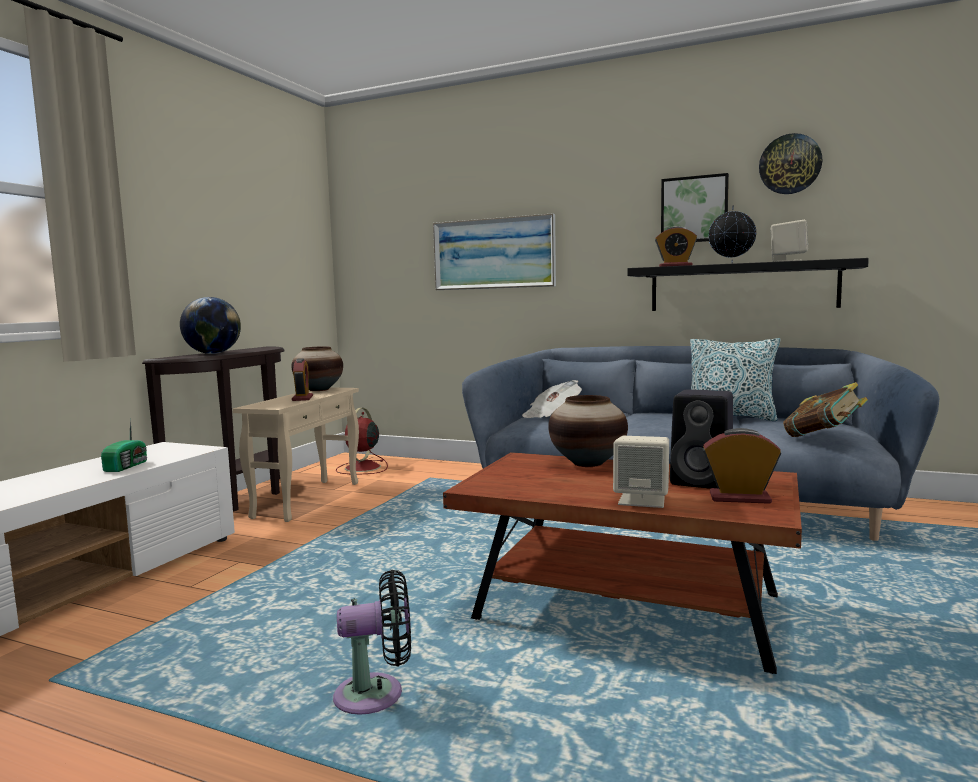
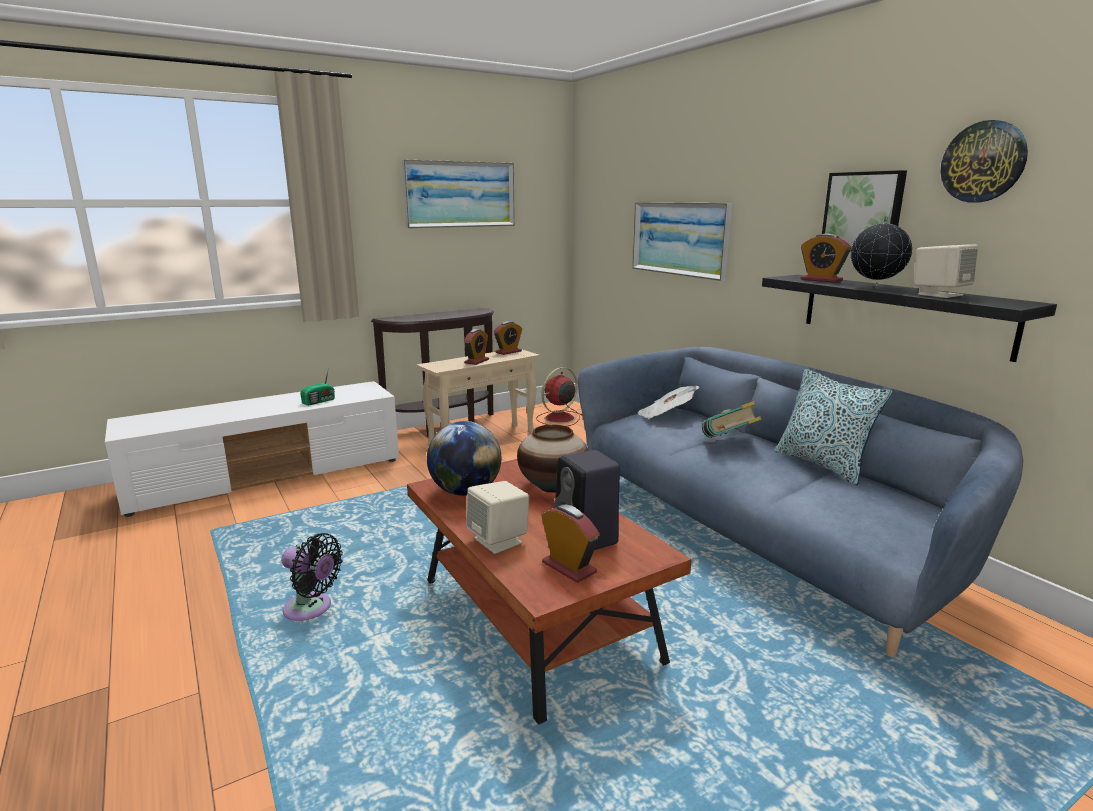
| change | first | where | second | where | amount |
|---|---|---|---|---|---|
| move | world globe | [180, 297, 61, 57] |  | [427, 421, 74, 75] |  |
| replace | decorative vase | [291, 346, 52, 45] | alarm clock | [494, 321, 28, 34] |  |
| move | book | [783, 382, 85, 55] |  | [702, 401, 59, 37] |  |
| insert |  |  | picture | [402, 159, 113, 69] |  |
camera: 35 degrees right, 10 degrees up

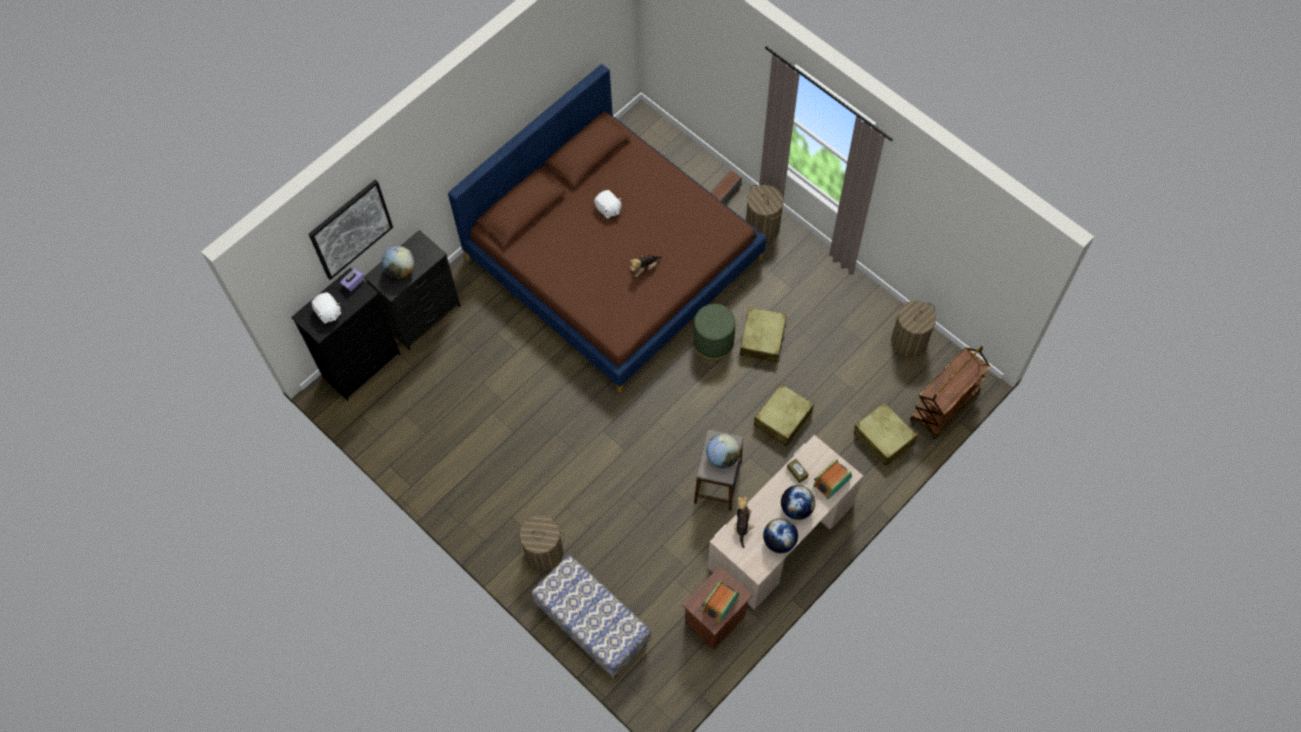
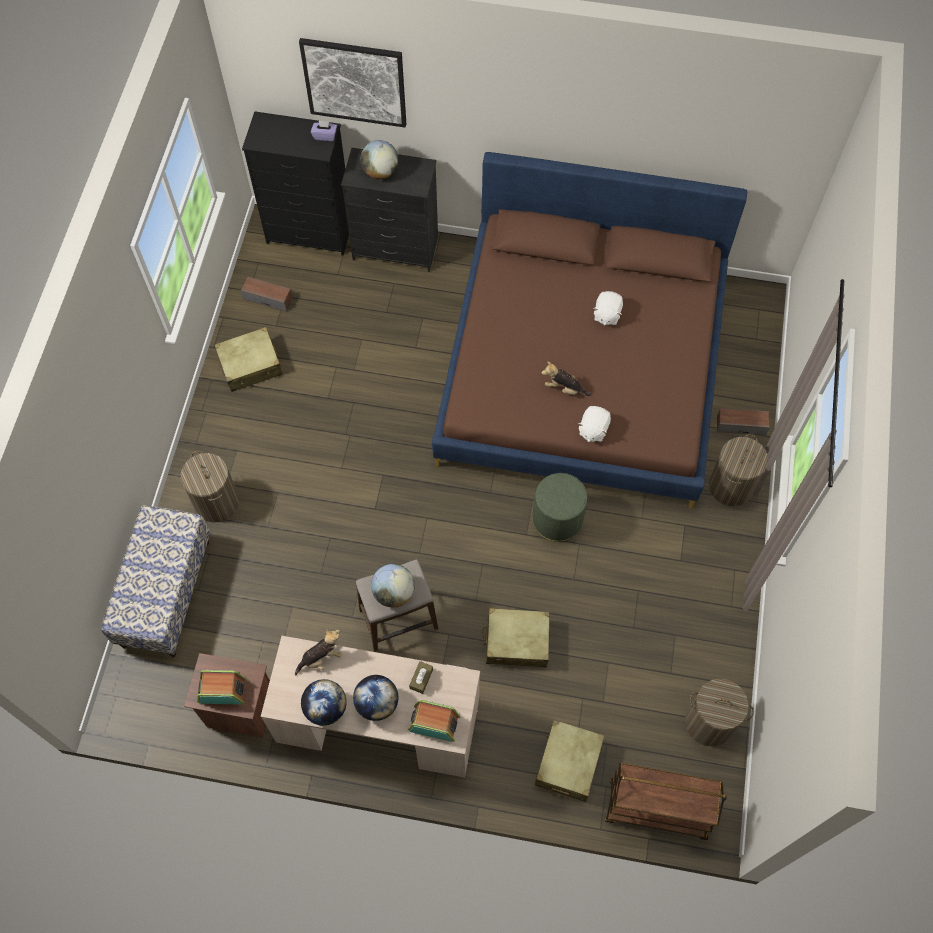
| change | first | where | second | where | amount |
|---|---|---|---|---|---|
| move | whitish cuddly toy | [311, 292, 30, 31] |  | [578, 406, 33, 36] |  |
| move | beige-coloured piece of luggage | [740, 307, 47, 55] |  | [214, 327, 69, 65] |  |
| insert |  |  | speaker | [241, 277, 51, 34] |  |
camera: 55 degrees right, 0 degrees up

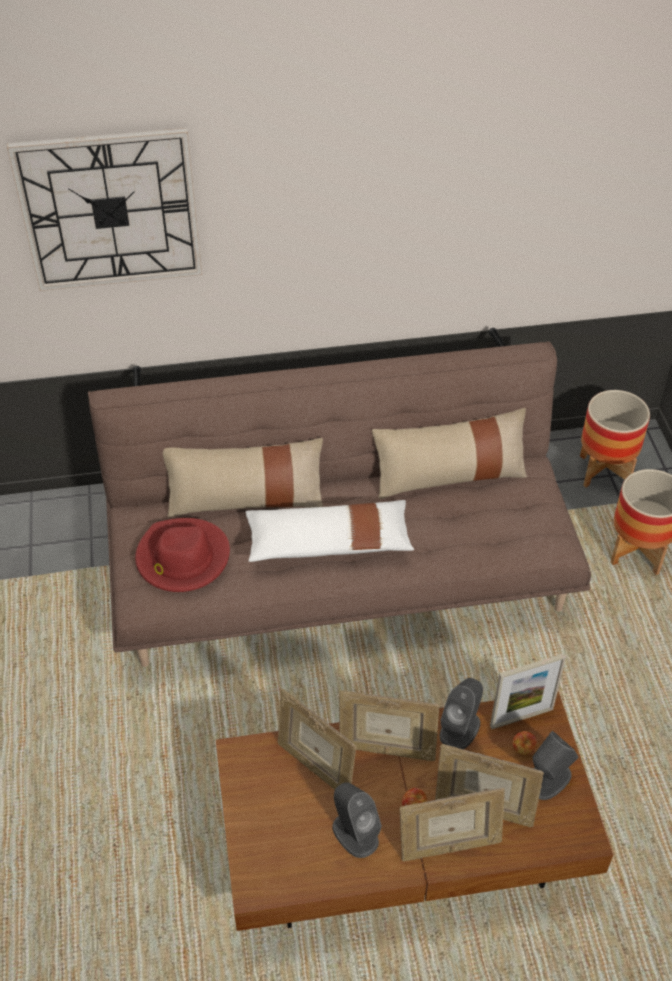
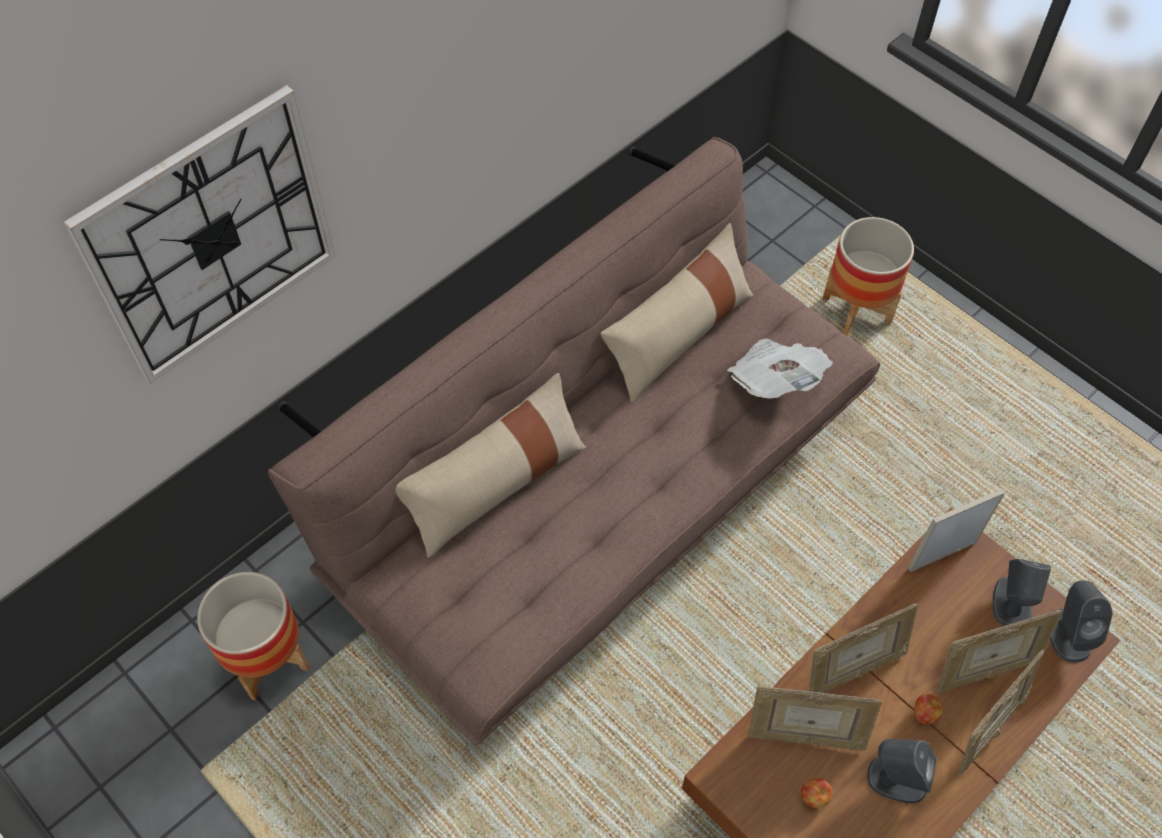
| change | first | where | second | where | amount |
|---|---|---|---|---|---|
| move | planter | [580, 390, 70, 98] |  | [197, 572, 113, 128] |  |
| delete | whitish pillow | [246, 500, 168, 62] |  |  |  |
| delete | reddish clothing hat | [135, 518, 95, 74] |  |  |  |
| rotate | standing frame | [490, 654, 76, 75] |  | [908, 488, 97, 84] | 150 degrees counterclockwise |
| move | greyish speaker | [440, 678, 43, 71] |  | [1050, 580, 63, 83] |  |
| move | apple | [513, 731, 24, 24] |  | [801, 778, 31, 30] |  |
| insert |  |  | daily paper | [727, 338, 106, 61] |  |
camera: 35 degrees left, 10 degrees up

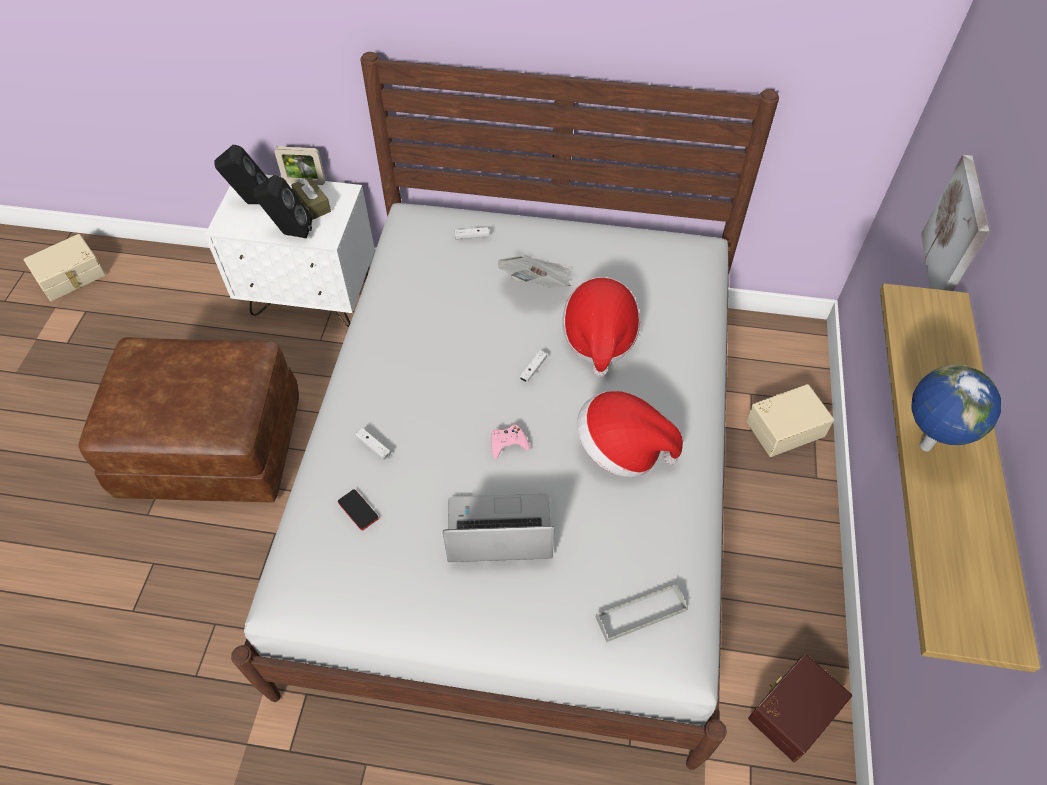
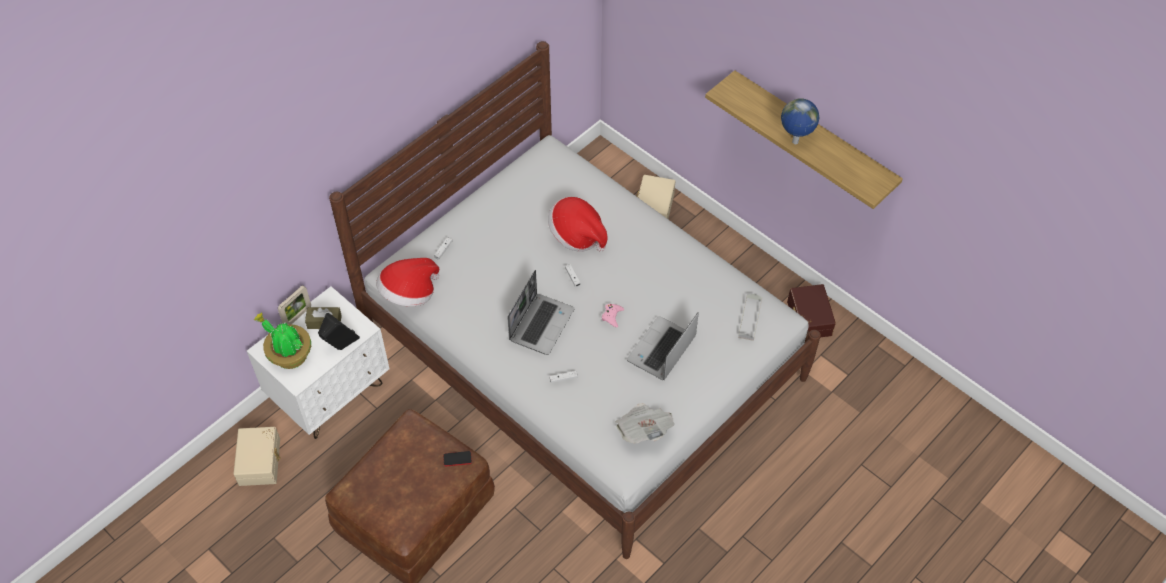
| change | first | where | second | where | amount |
|---|---|---|---|---|---|
| replace | black speaker | [214, 145, 54, 59] | houseplant | [254, 312, 57, 57] |  |
| delete | picture | [921, 155, 68, 136] |  |  |  |
| move | beige-coloured storage container | [23, 234, 83, 67] |  | [234, 427, 47, 59] |  |
| move | daily paper | [498, 255, 74, 33] |  | [615, 403, 60, 40] |  |
| move | clothing hat | [577, 391, 106, 86] |  | [376, 258, 63, 49] |  |
| move | handset | [338, 489, 41, 41] |  | [443, 451, 29, 15] |  |
| insert |  |  | portable computer | [507, 270, 67, 85] |  |
camera: 55 degrees left, 0 degrees up

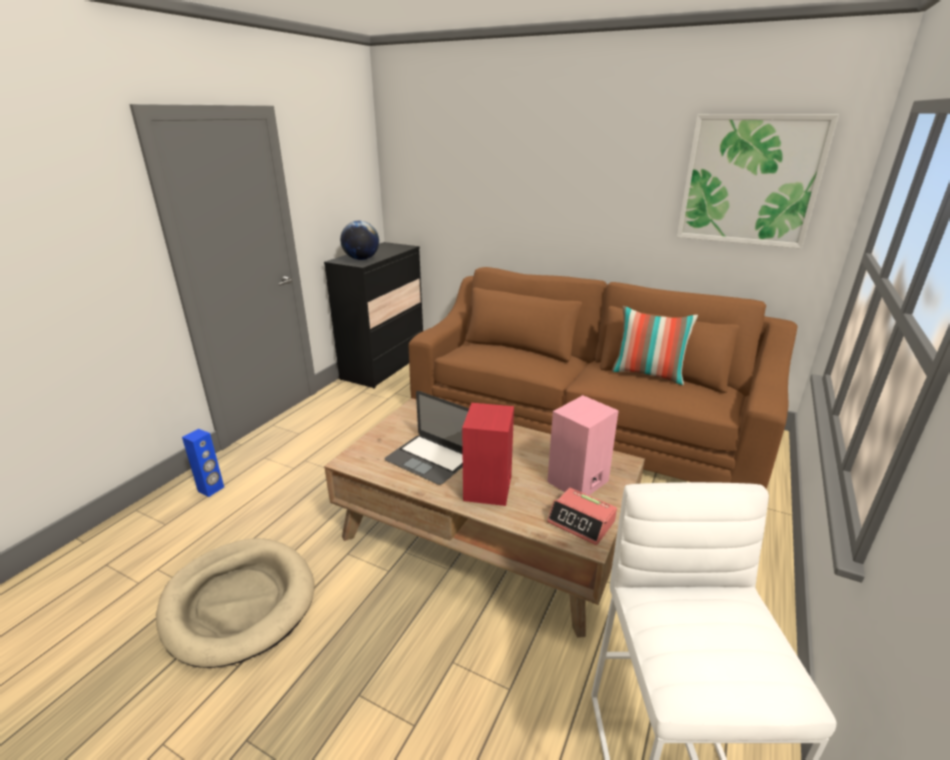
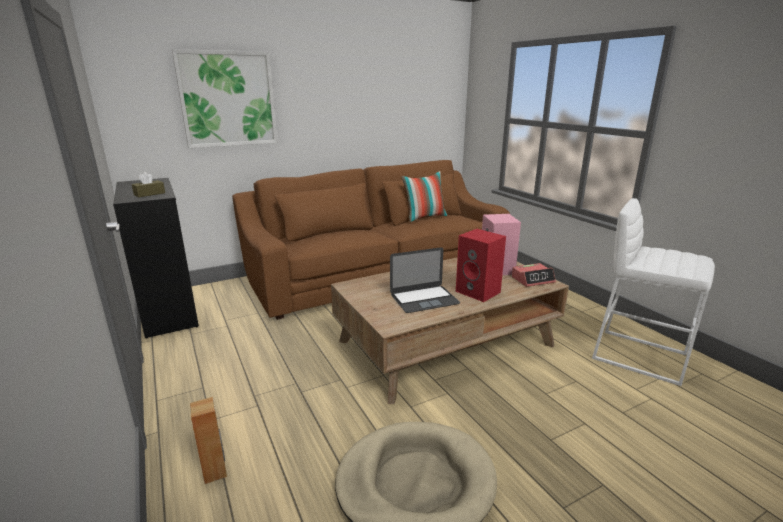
| change | first | where | second | where | amount |
|---|---|---|---|---|---|
| move | picture | [676, 114, 163, 135] |  | [172, 49, 106, 99] |  |
| replace | world globe | [340, 221, 39, 39] | brown box of tissues | [132, 172, 33, 25] |  |
| recolor | blue speaker | [182, 429, 42, 68] | brown speaker | [190, 397, 37, 87] |  |
camera: 55 degrees left, 5 degrees down

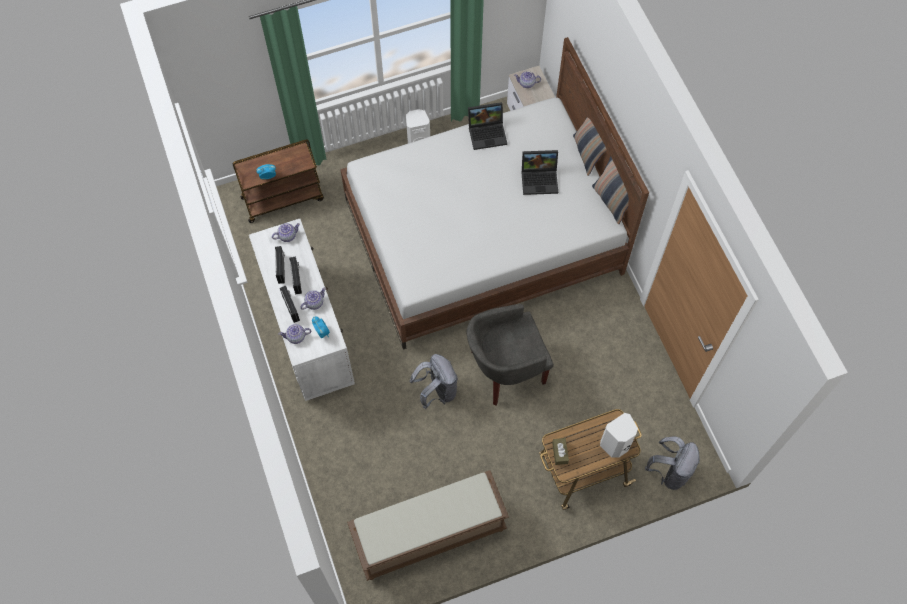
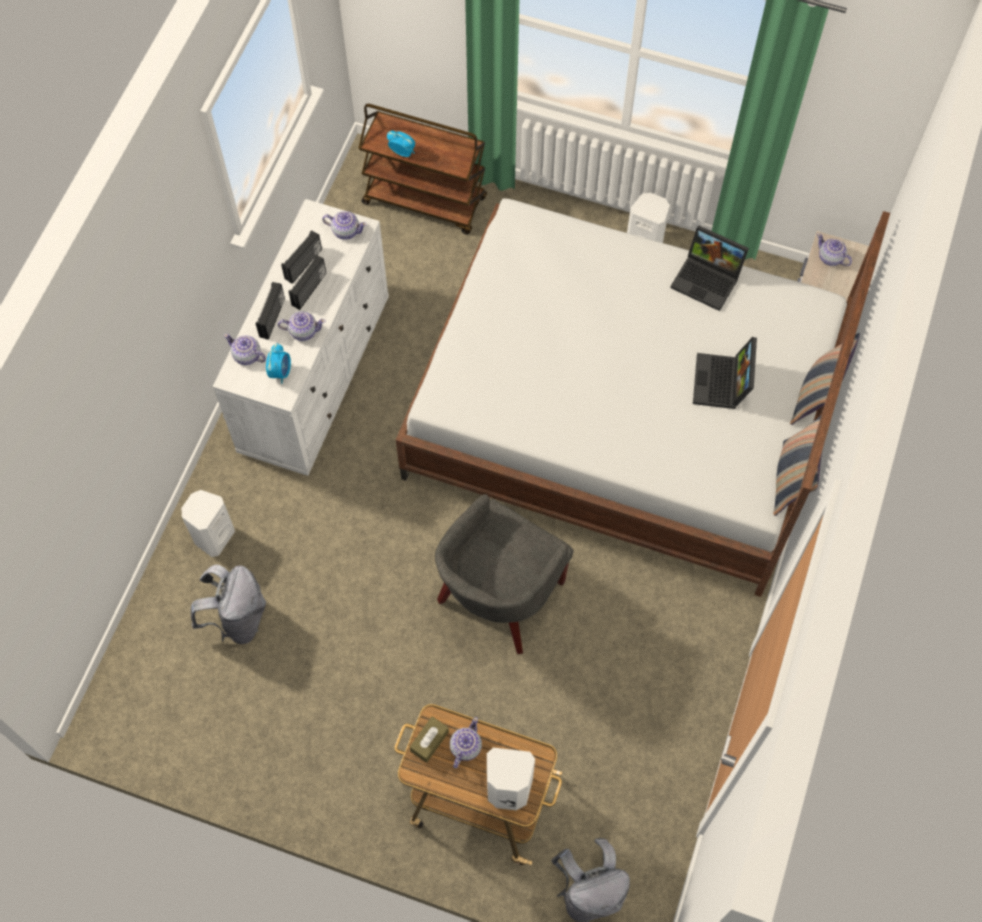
| change | first | where | second | where | amount |
|---|---|---|---|---|---|
| rotate | portable computer | [521, 150, 37, 45] |  | [693, 337, 64, 72] | 60 degrees clockwise |
| rotate | greyish armchair | [466, 304, 88, 102] |  | [435, 494, 138, 160] | 75 degrees counterclockwise |
| move | greyish rucksack | [410, 354, 48, 55] |  | [190, 565, 76, 79] |  |
| delete | brown bench | [347, 470, 162, 111] |  |  |  |
| insert |  |  | whitish speaker | [182, 490, 53, 67] |  |
| insert |  |  | teapot | [450, 717, 32, 51] |  |
camera: 40 degrees right, 0 degrees up

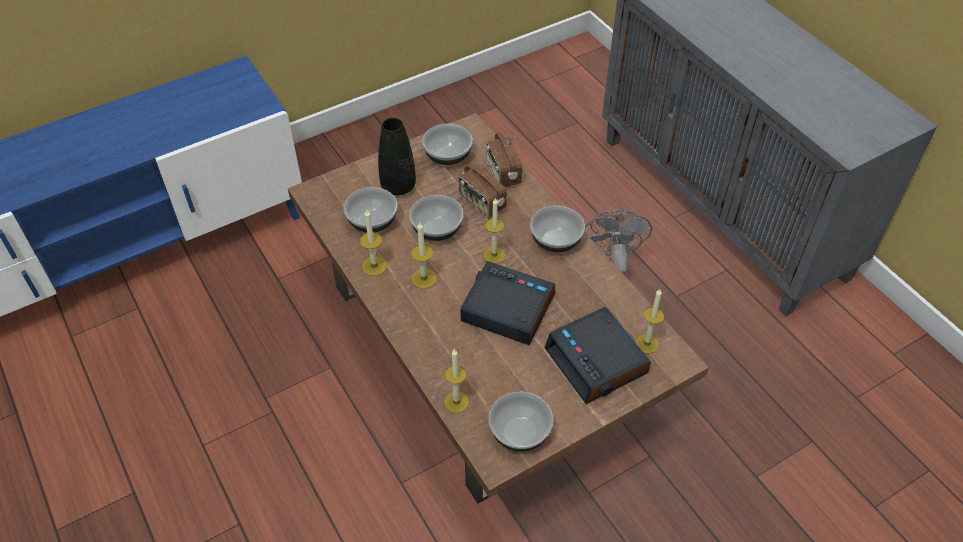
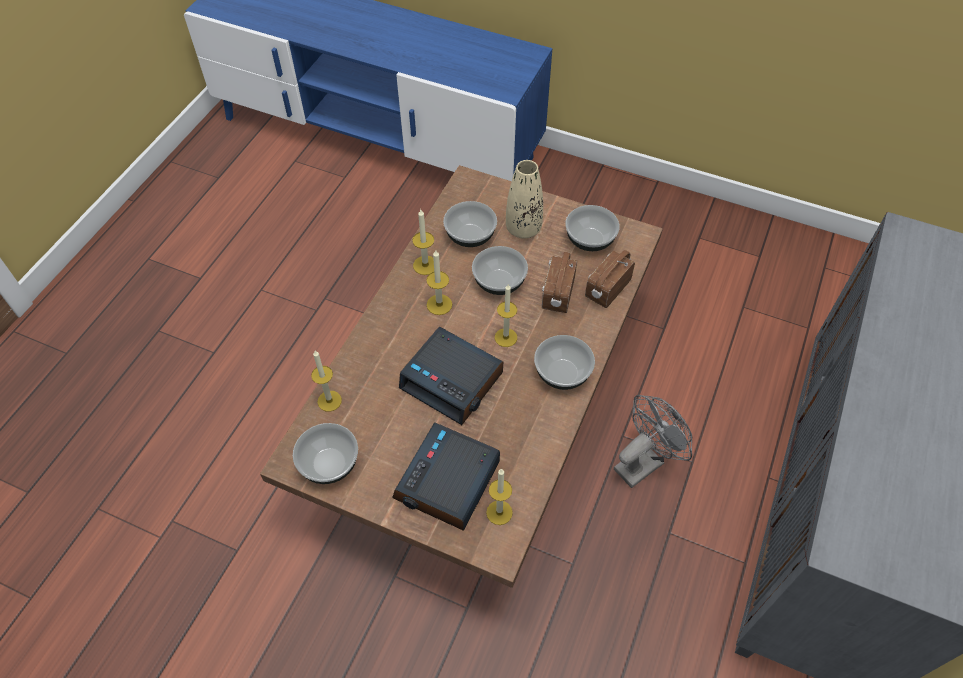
| change | first | where | second | where | amount |
|---|---|---|---|---|---|
| recolor | black decorative vase | [378, 118, 38, 77] | beige-coloured decorative vase | [506, 160, 37, 79] |  |
| rotate | alarm clock | [460, 261, 95, 84] |  | [399, 327, 104, 98] | 135 degrees clockwise |
camera: 55 degrees right, 5 degrees up

